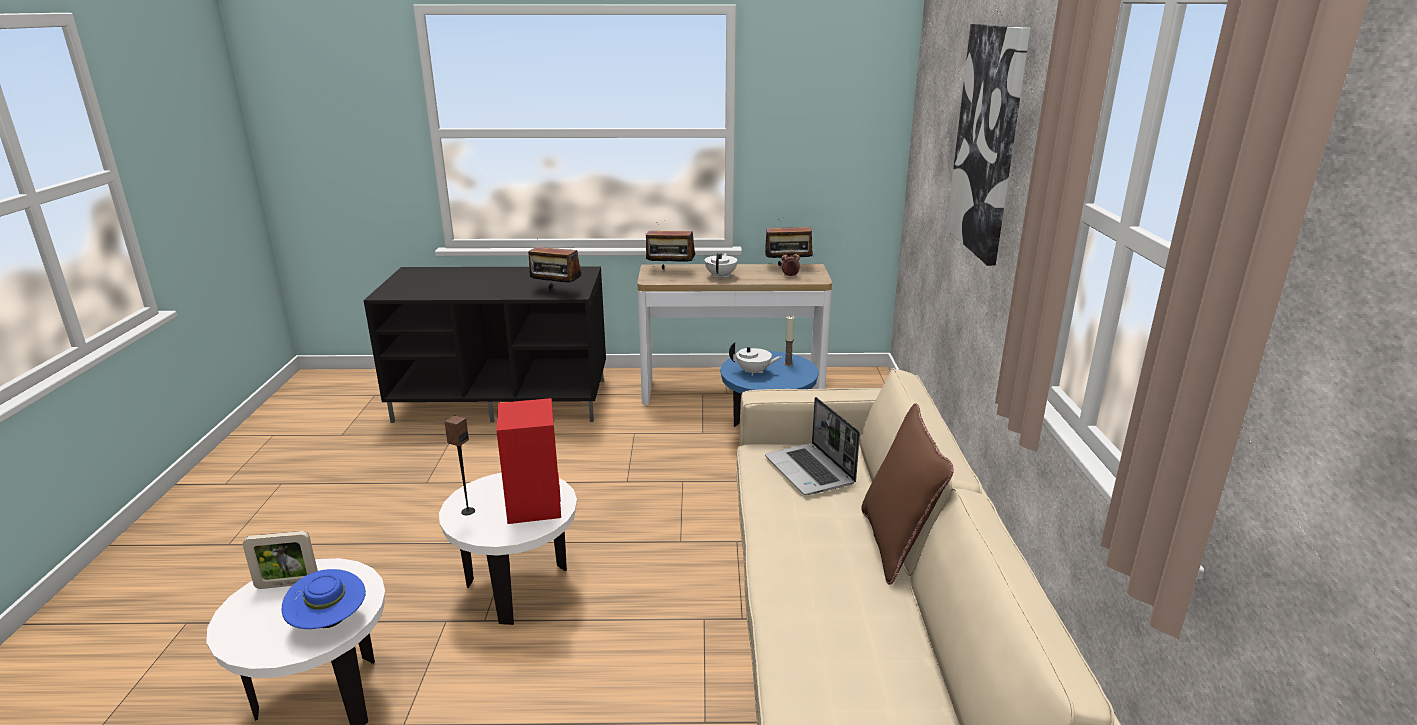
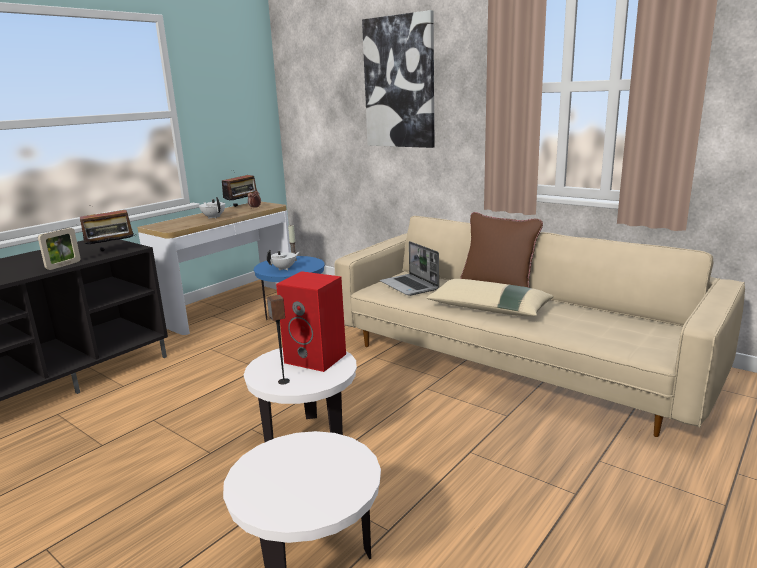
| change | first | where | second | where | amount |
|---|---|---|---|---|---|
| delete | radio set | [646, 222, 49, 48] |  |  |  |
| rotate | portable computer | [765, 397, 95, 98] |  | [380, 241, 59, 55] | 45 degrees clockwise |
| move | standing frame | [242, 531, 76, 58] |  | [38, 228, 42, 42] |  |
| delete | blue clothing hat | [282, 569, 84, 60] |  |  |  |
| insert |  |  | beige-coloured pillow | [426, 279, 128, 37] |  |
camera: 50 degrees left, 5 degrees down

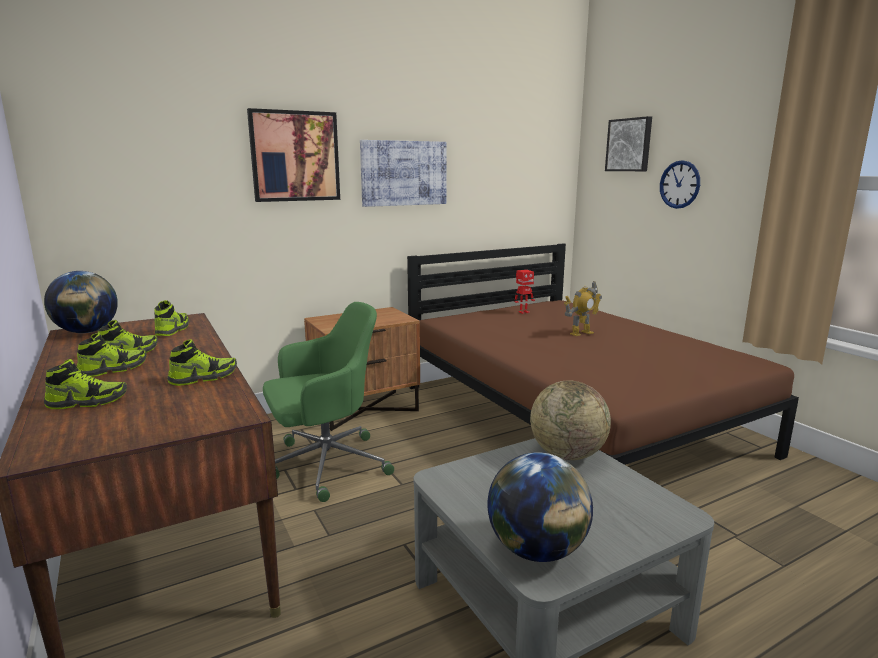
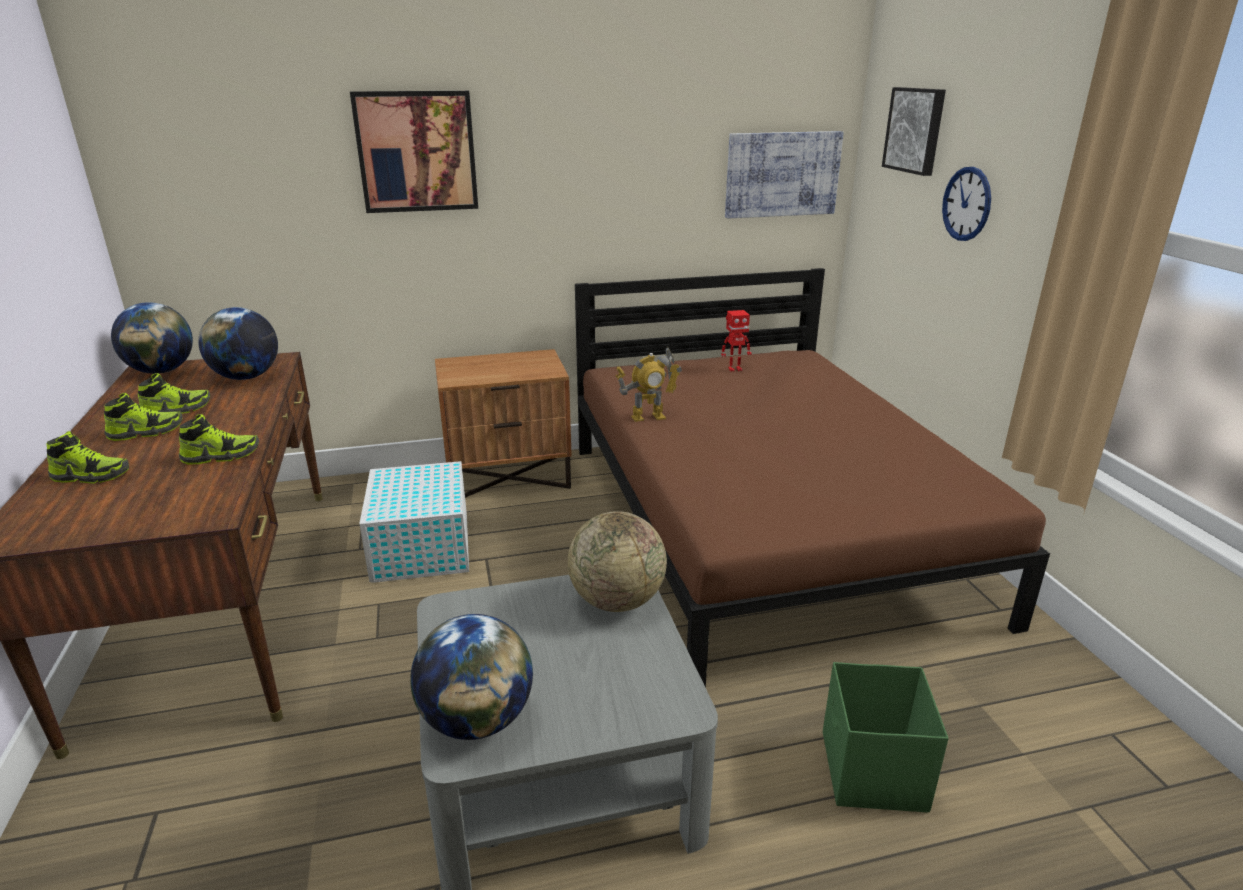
| change | first | where | second | where | amount |
|---|---|---|---|---|---|
| move | picture | [360, 140, 87, 67] |  | [725, 131, 119, 87] |  |
| move | robot figure | [564, 281, 38, 55] |  | [616, 346, 66, 76] |  |
| replace | low shoe | [154, 300, 35, 36] | world globe | [198, 307, 80, 73] |  |
| replace | green-coloured computer chair | [263, 302, 131, 200] | whitish storage container | [359, 461, 110, 122] |  |
| insert |  |  | green-coloured storage container | [823, 662, 126, 150] |  |
camera: 15 degrees right, 10 degrees up

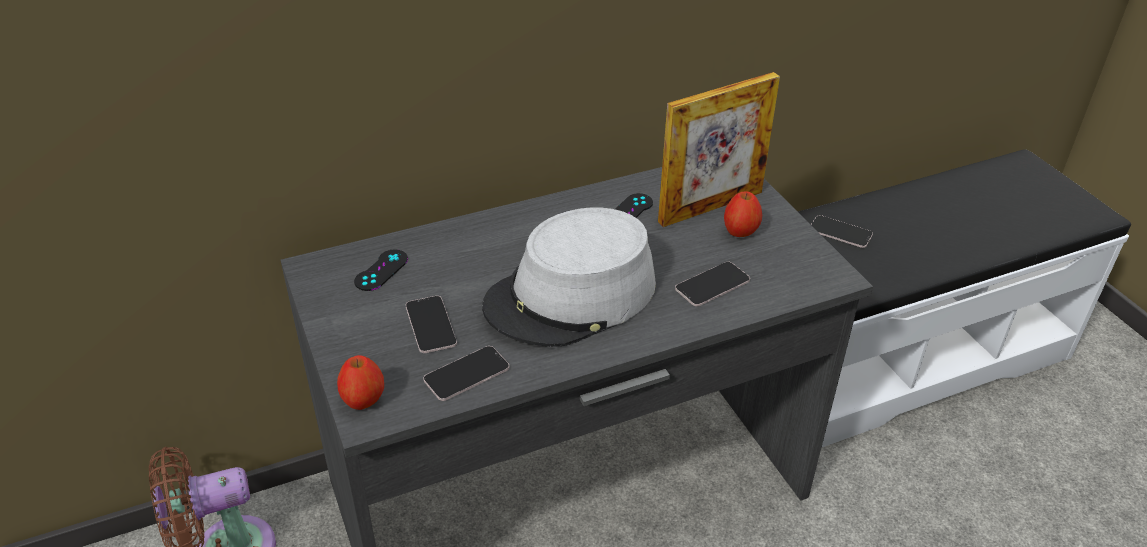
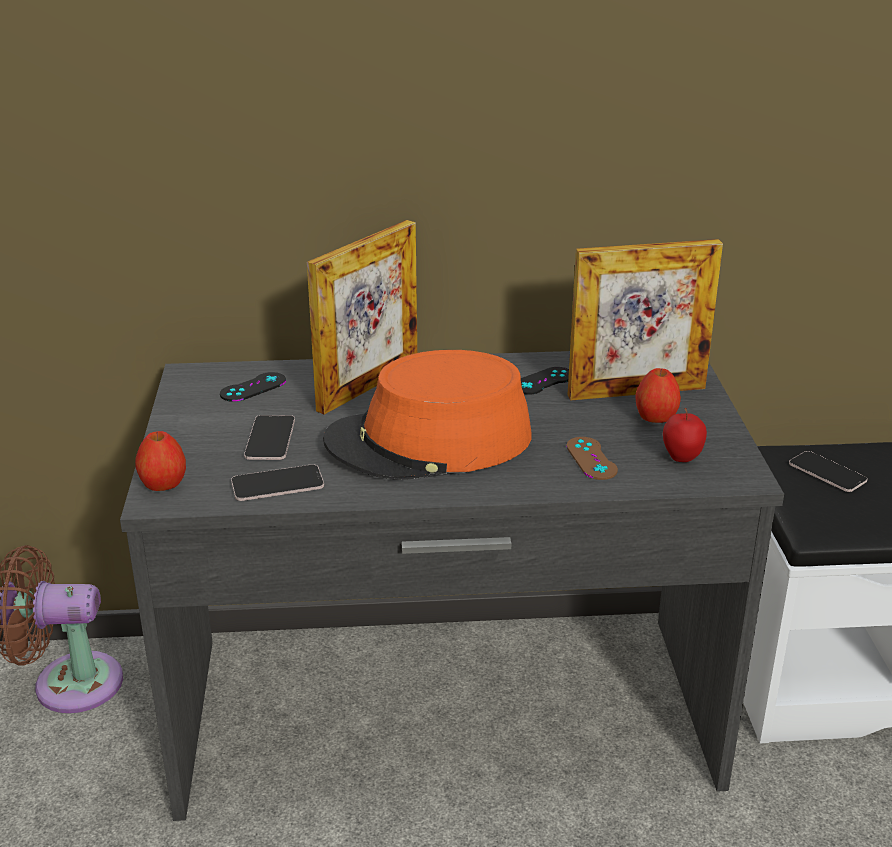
| change | first | where | second | where | amount |
|---|---|---|---|---|---|
| recolor | greyish clothing hat | [482, 207, 174, 140] | orangey clothing hat | [323, 350, 209, 130] |  |
| replace | handset | [675, 261, 75, 45] | brown game controller | [566, 437, 52, 43] |  |
| insert |  |  | standing frame | [307, 220, 110, 195] |  |
| insert |  |  | apple | [663, 408, 44, 54] |  |
camera: 20 degrees right, 10 degrees down

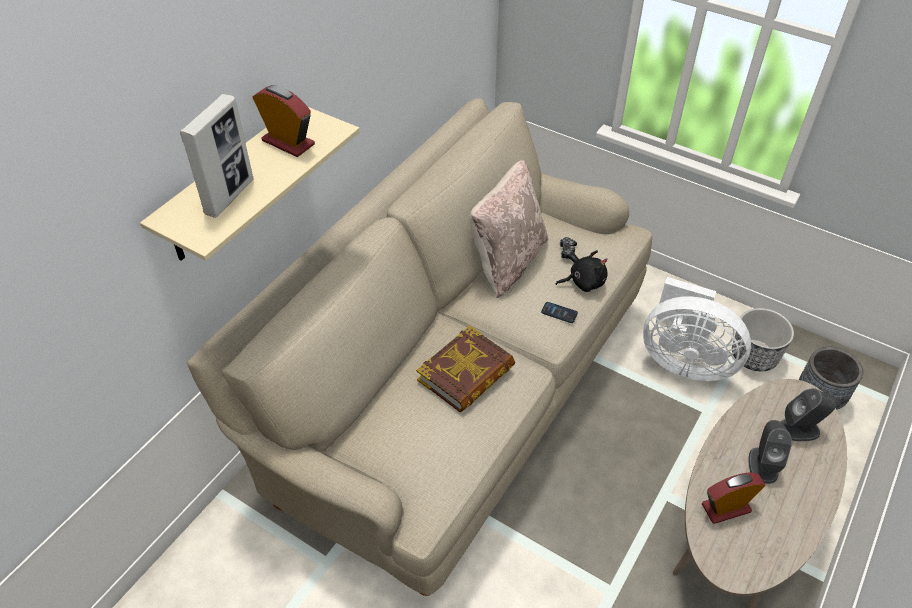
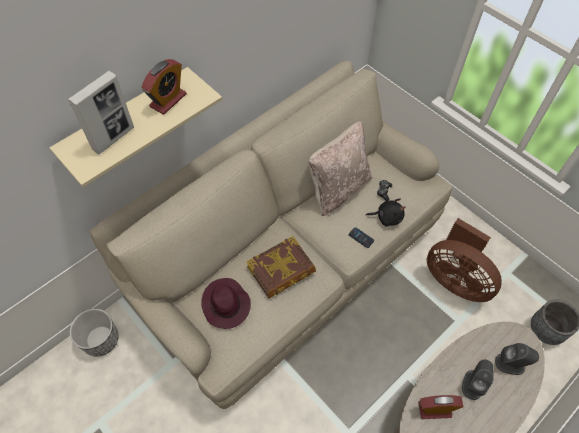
| change | first | where | second | where | amount |
|---|---|---|---|---|---|
| rotate | alarm clock | [253, 85, 62, 72] |  | [141, 59, 46, 56] | 75 degrees clockwise |
| recolor | whitish electric fan | [643, 277, 108, 104] | brown electric fan | [427, 218, 75, 84] |  |
| move | planter | [732, 308, 62, 63] |  | [70, 309, 49, 48] |  |
| insert |  |  | purple-coloured clothing hat | [201, 278, 50, 51] |  |
camera: 15 degrees right, 10 degrees up

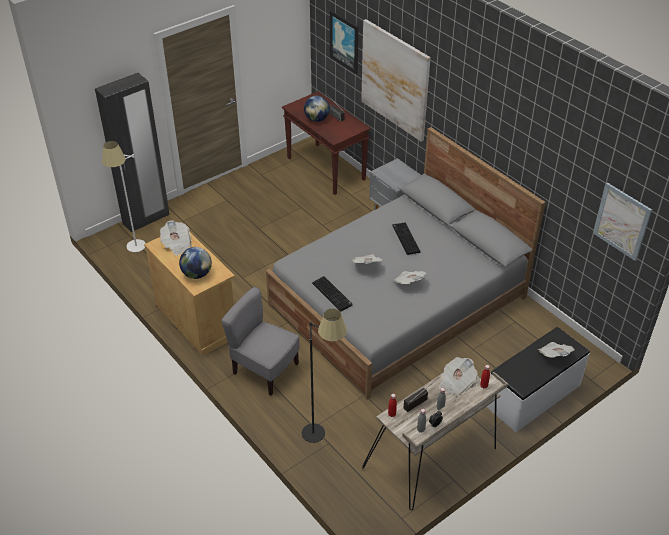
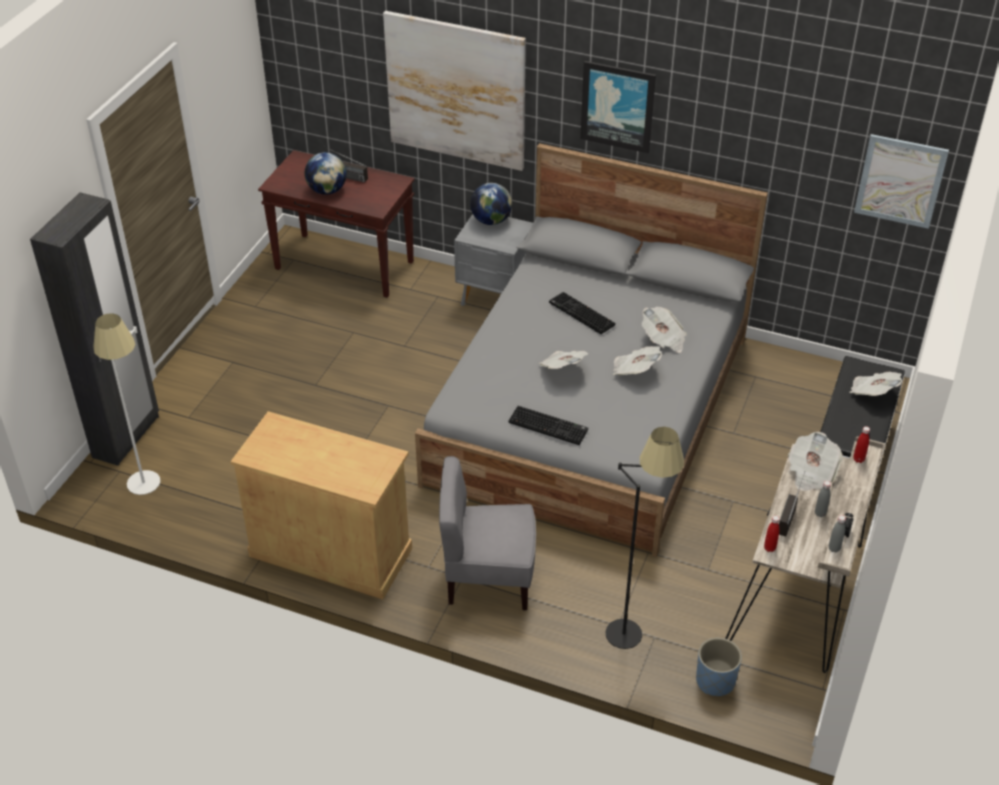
| change | first | where | second | where | amount |
|---|---|---|---|---|---|
| move | picture | [330, 11, 28, 63] |  | [580, 61, 76, 92] |  |
| move | daily paper | [160, 220, 32, 36] |  | [641, 307, 46, 46] |  |
| move | world globe | [179, 247, 33, 32] |  | [470, 183, 42, 42] |  |
| insert |  |  | blue planter | [696, 638, 46, 58] |  |
camera: 30 degrees left, 0 degrees up

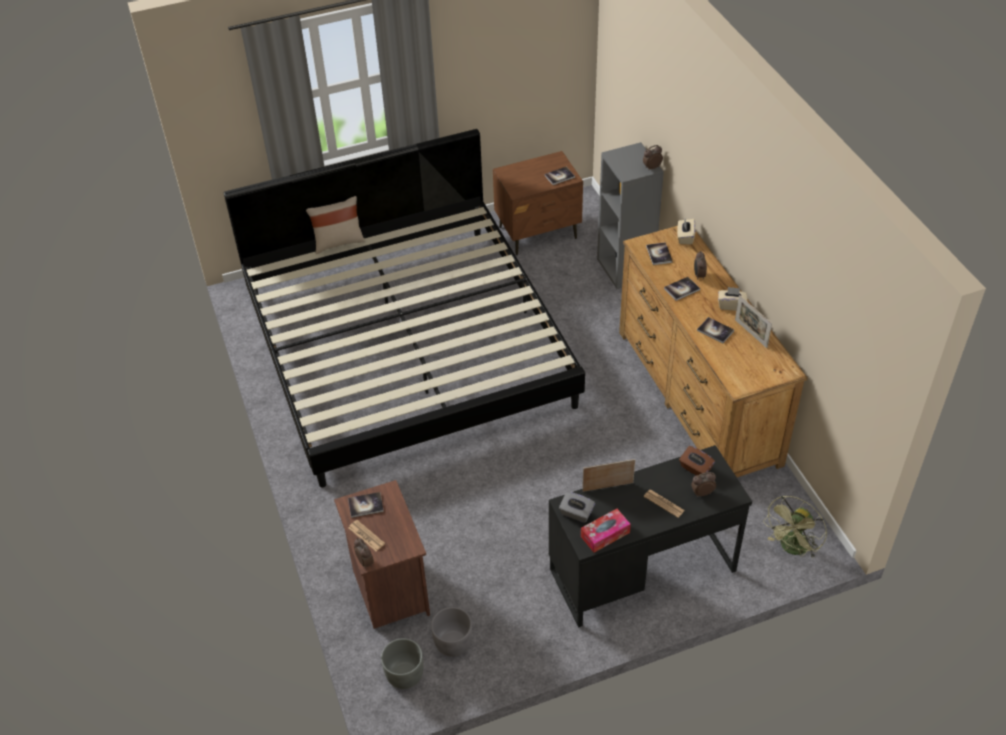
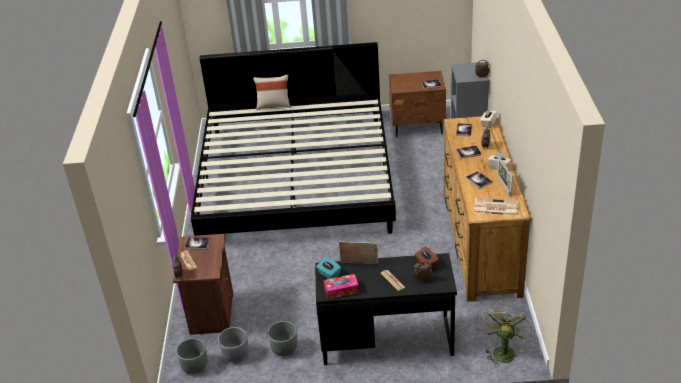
| change | first | where | second | where | amount |
|---|---|---|---|---|---|
| recolor | greyish box of tissues | [559, 492, 36, 31] | blue-green box of tissues | [316, 257, 25, 22] |  |
| rotate | green-coloured electric fan | [763, 496, 64, 62] |  | [481, 305, 50, 62] | 135 degrees clockwise |
| insert |  |  | daily paper | [474, 198, 44, 18] |  |
| insert |  |  | greyish planter | [268, 321, 29, 35] |  |
camera: 20 degrees right, 10 degrees down

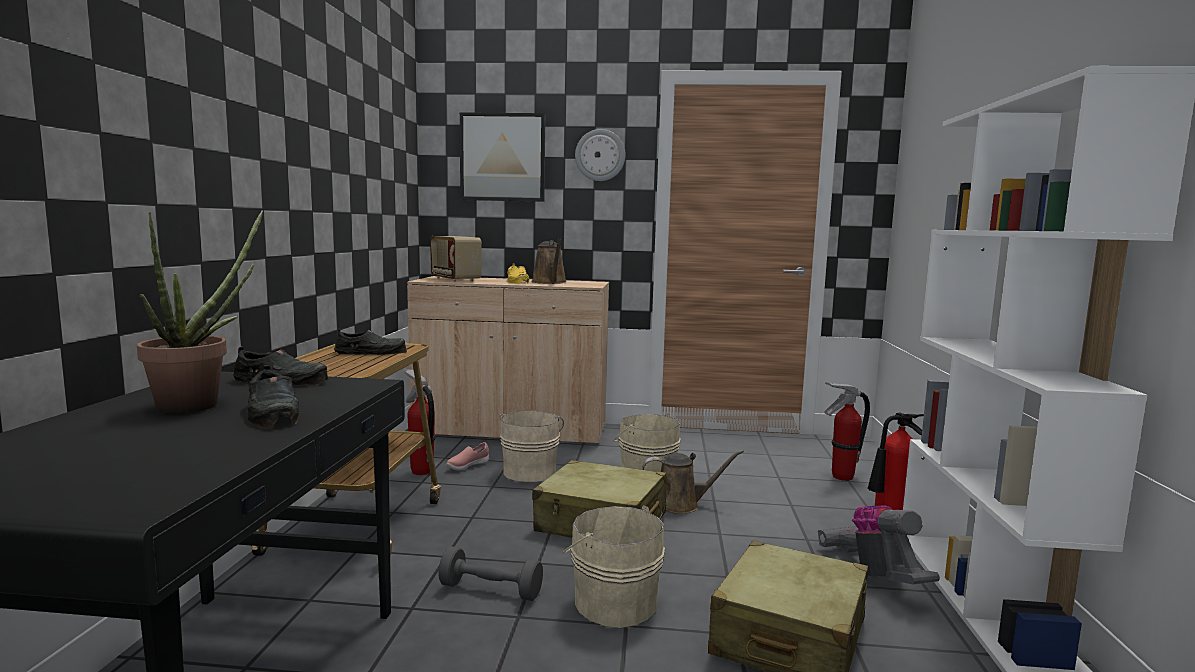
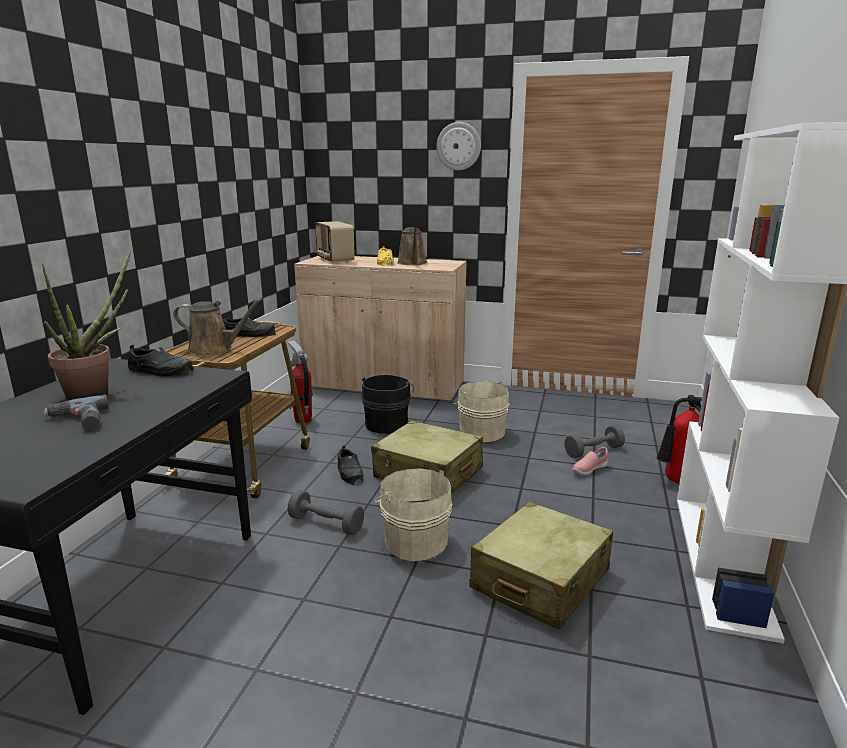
| change | first | where | second | where | amount |
|---|---|---|---|---|---|
| delete | picture | [460, 112, 85, 90] |  |  |  |
| move | black low shoe | [248, 365, 51, 64] |  | [337, 446, 26, 39] |  |
| delete | extinguisher | [824, 382, 46, 99] |  |  |  |
| recolor | beige-coloured water bucket | [499, 410, 65, 72] | black water bucket | [362, 375, 52, 59] |  |
| move | pink low shoe | [446, 442, 43, 28] |  | [572, 447, 36, 28] |  |
| move | brown watering pot | [643, 450, 101, 64] |  | [173, 298, 90, 58] |  |
| delete | hoover | [818, 505, 122, 79] |  |  |  |
| insert |  |  | drill | [44, 395, 65, 35] |  |
| insert |  |  | greyish hand weight | [564, 425, 61, 33] |  |
camera: 10 degrees right, 10 degrees up

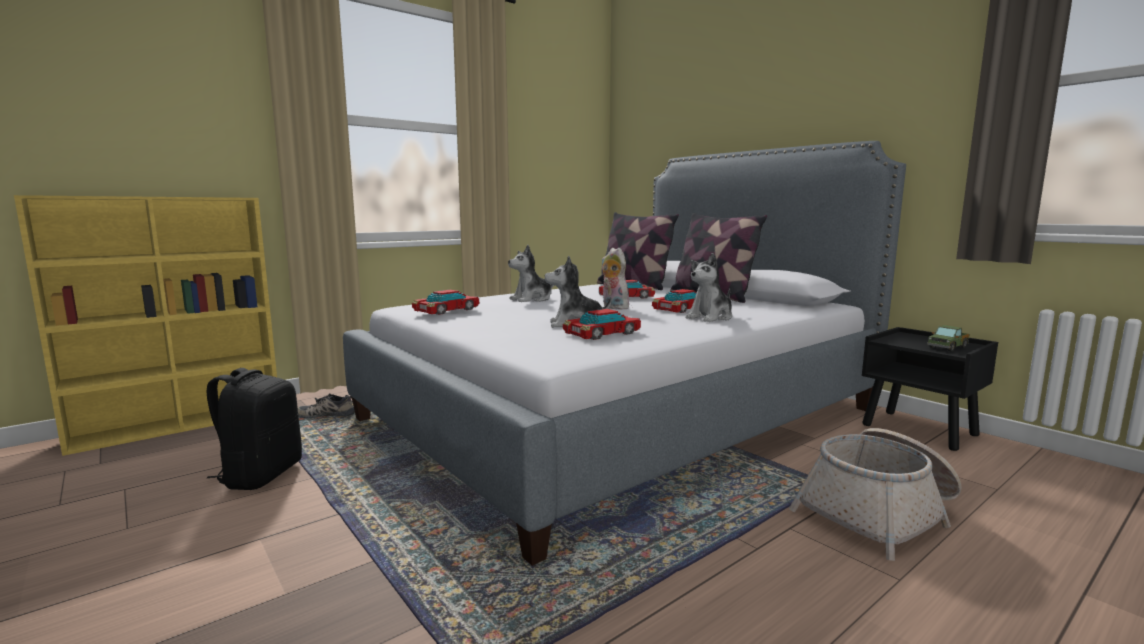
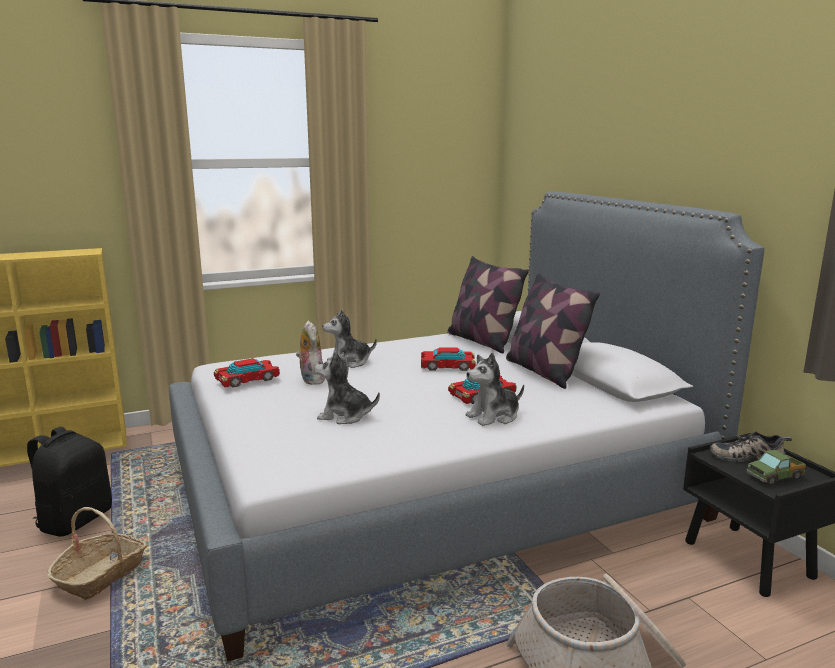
| change | first | where | second | where | amount |
|---|---|---|---|---|---|
| move | cuddly toy | [602, 248, 27, 62] |  | [296, 321, 29, 64] |  |
| delete | model car | [563, 309, 78, 31] |  |  |  |
| move | low shoe | [298, 394, 57, 24] |  | [710, 432, 82, 30] |  |
| insert |  |  | storage basket | [47, 507, 100, 93] |  |
camera: 15 degrees right, 5 degrees up

